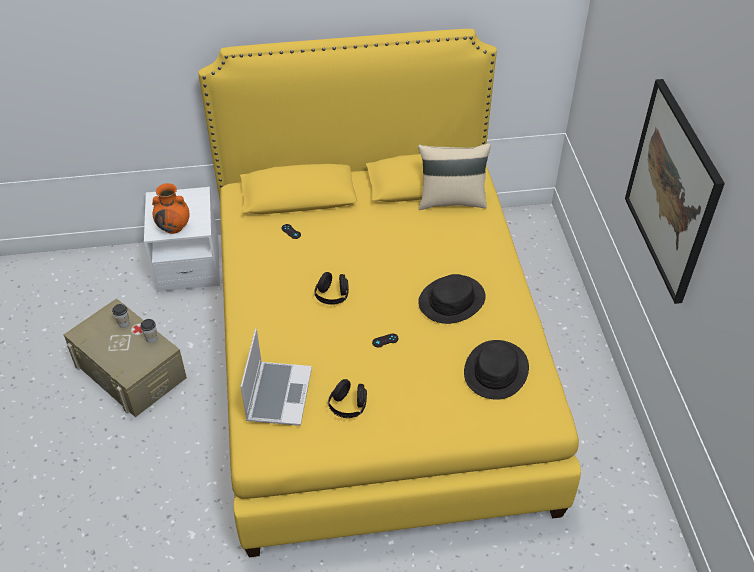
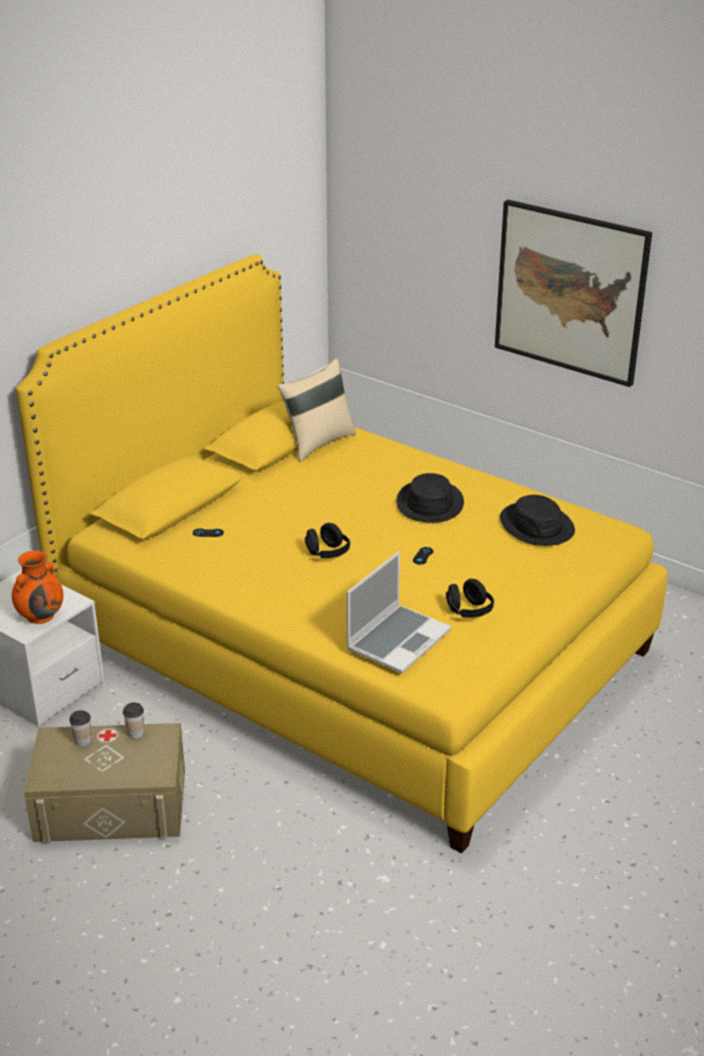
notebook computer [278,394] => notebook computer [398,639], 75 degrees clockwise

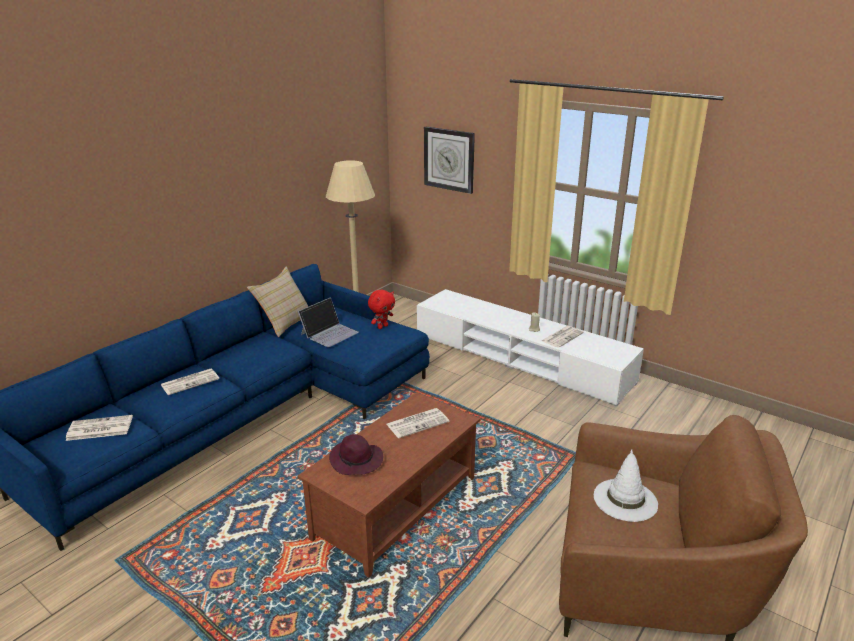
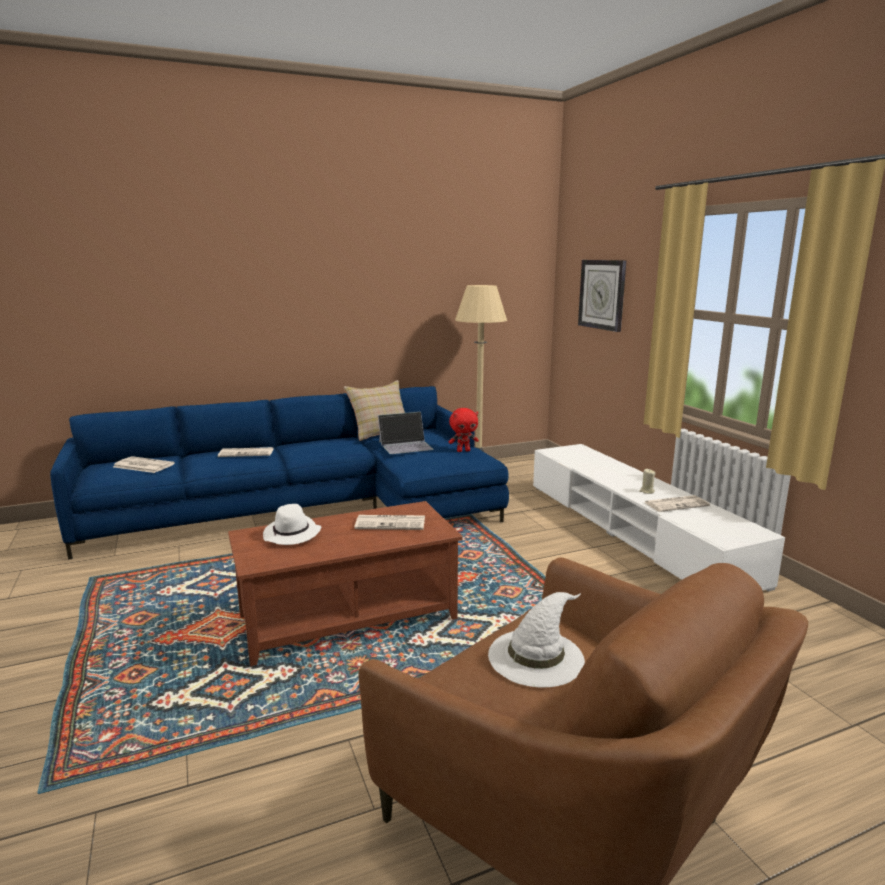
purplish hat [357,460] => white hat [292,535]

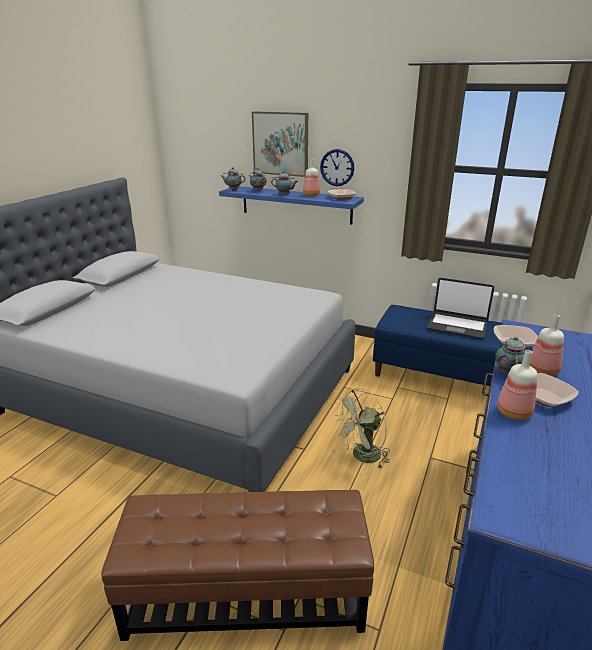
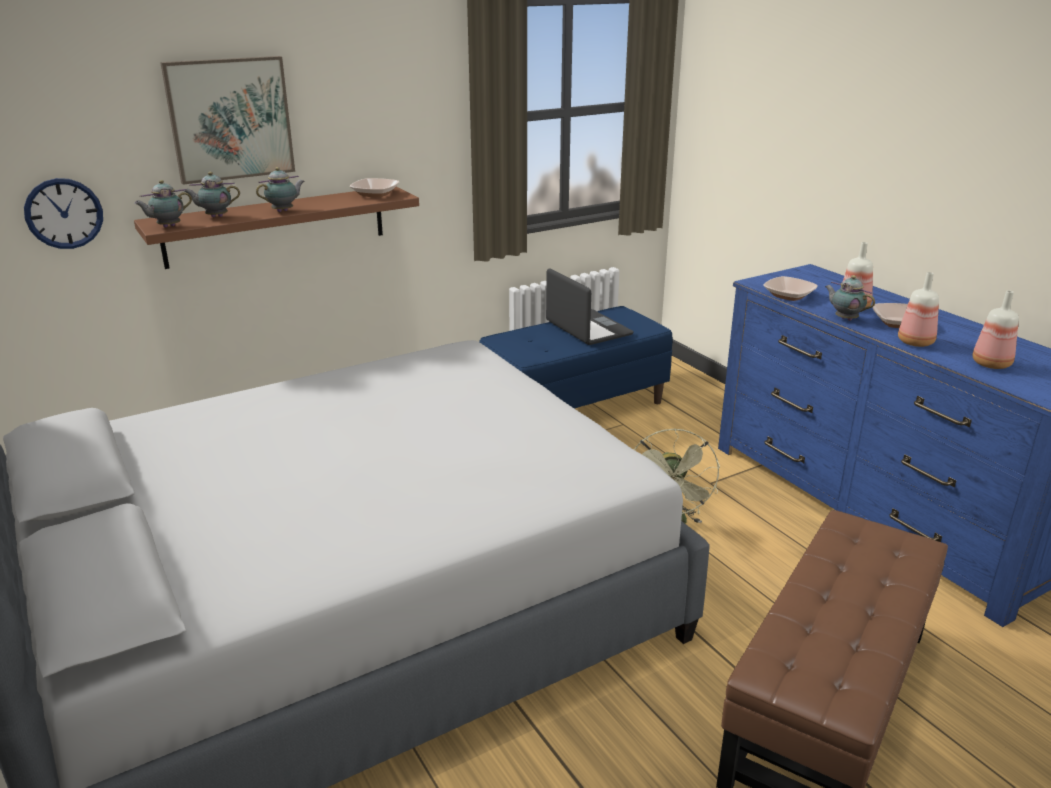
bottle [311,195] => bottle [992,364], shifted
wall clock [337,167] => wall clock [64,213], shifted
bluish wall shelf [296,204] => brown wall shelf [276,226]
notebook computer [457,326] => notebook computer [587,329], 90 degrees counterclockwise

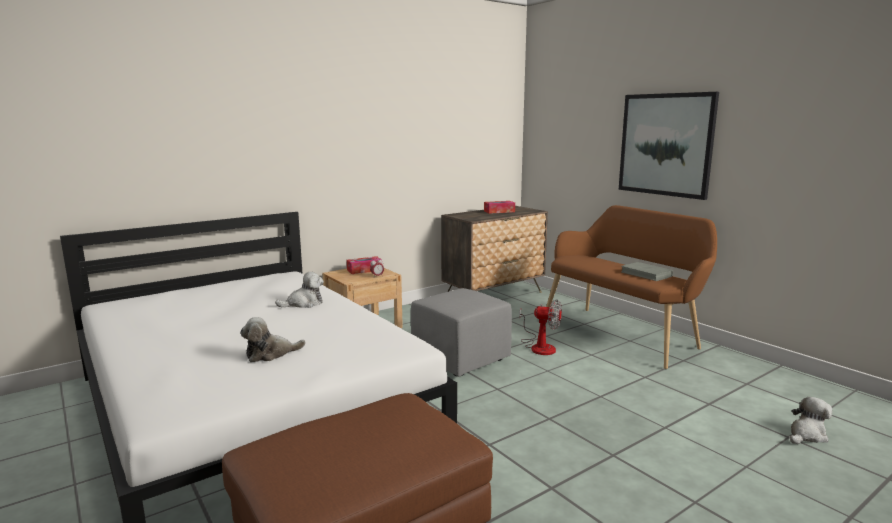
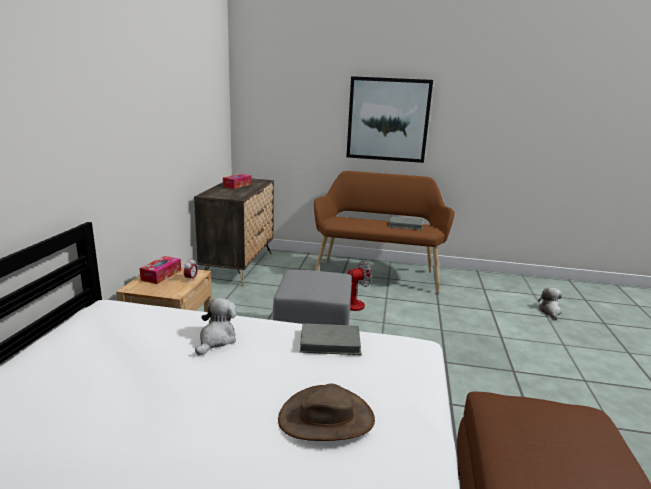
nothing => greyish volume [330,342]
cuddly toy [270,354] => brown hat [326,418]

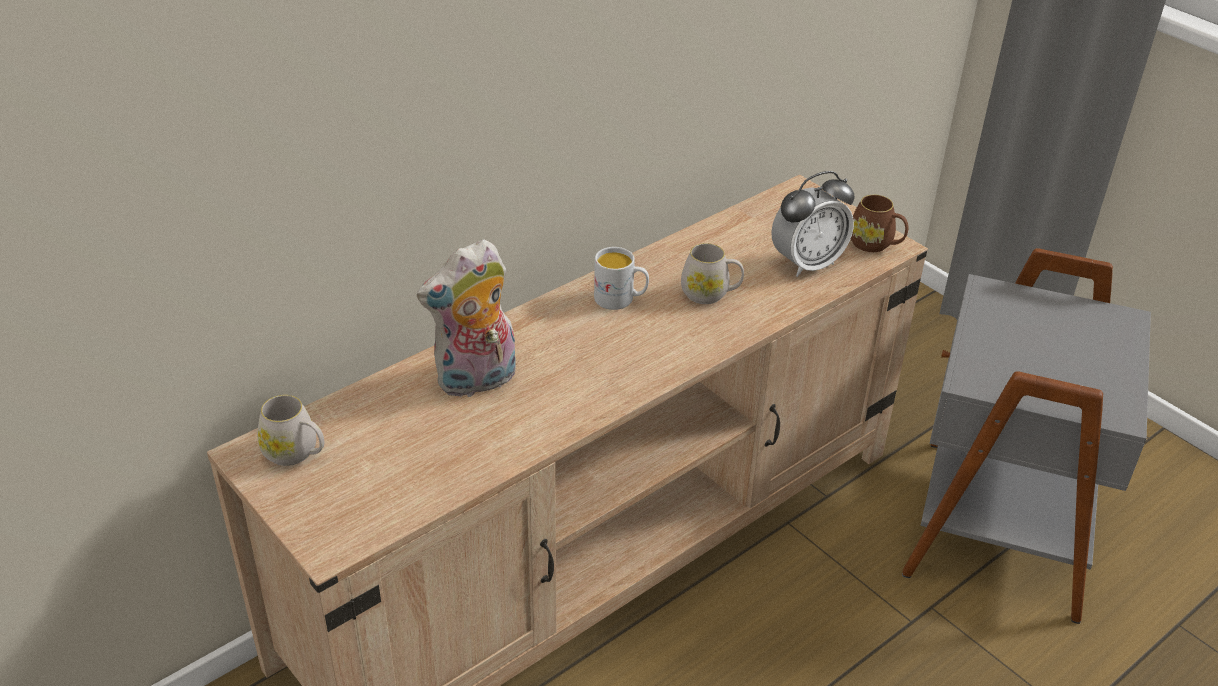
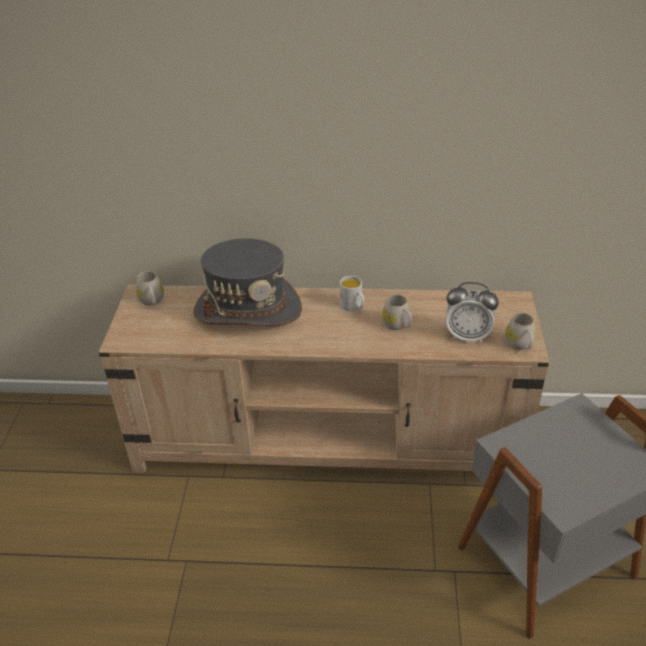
cuddly toy [476,381] => greyish hat [248,309]
brown mug [875,244] => white mug [520,345]

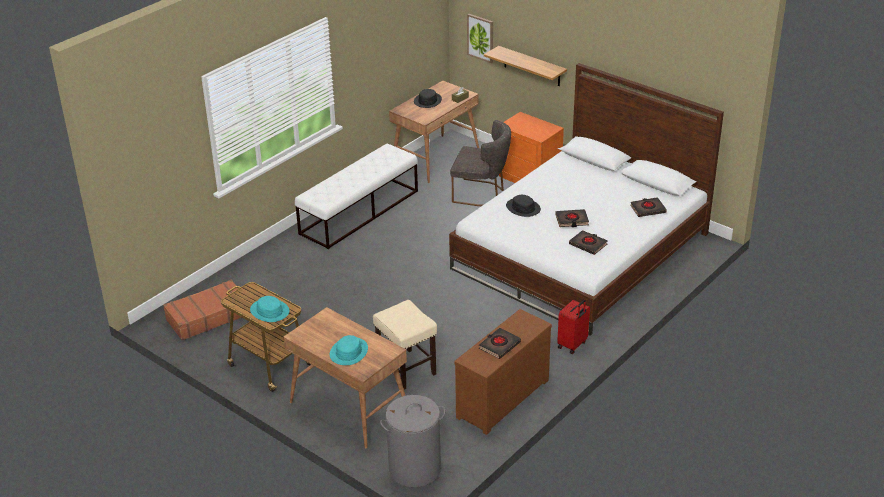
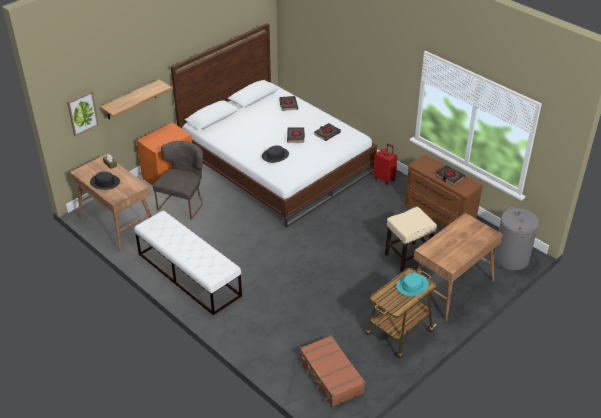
blue-green hat [348,352] => nothing

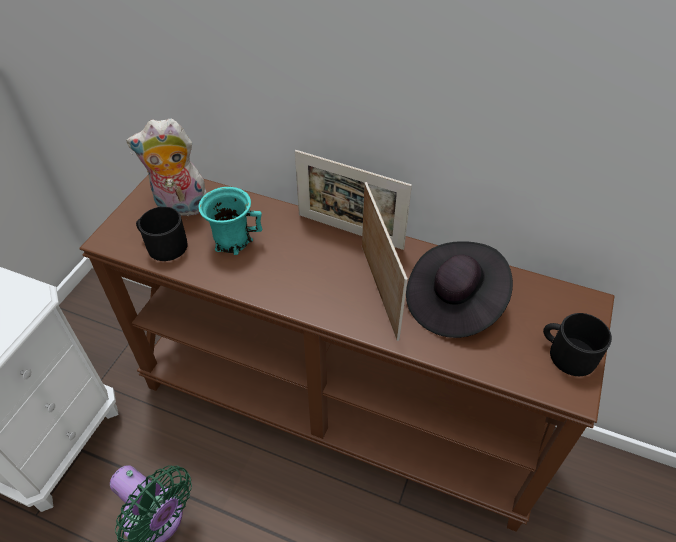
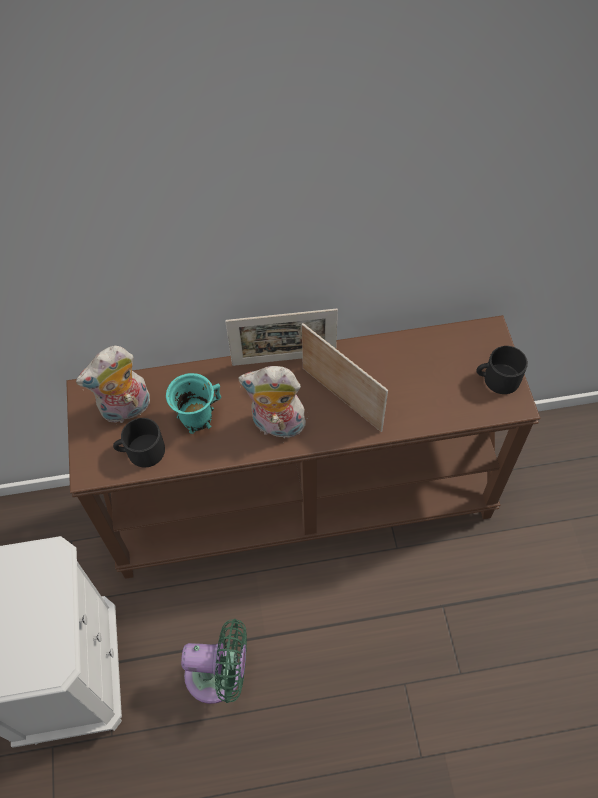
black hat [454,303] => nothing
nothing => cuddly toy [276,426]

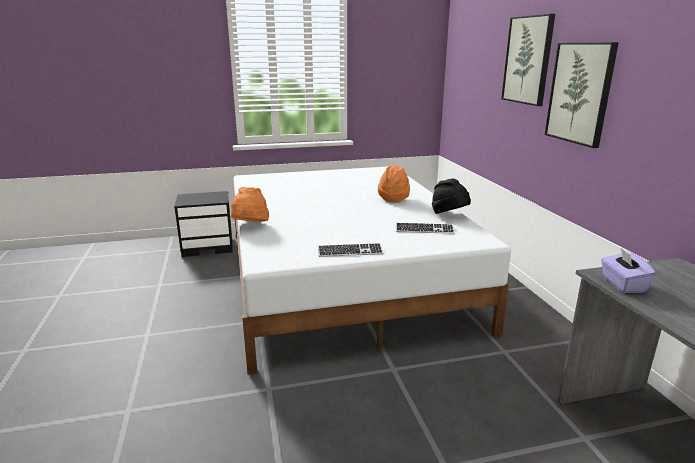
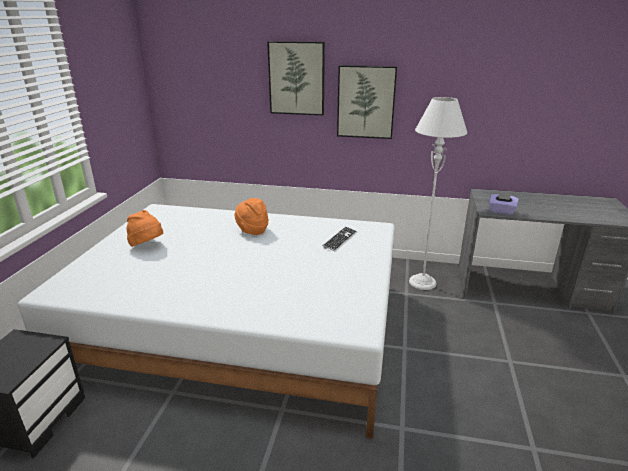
keyboard [350,252] => nothing
black hat [449,215] => nothing
nothing => greyish floor lamp [422,282]
orange hat [250,226] => orange hat [147,245], shifted

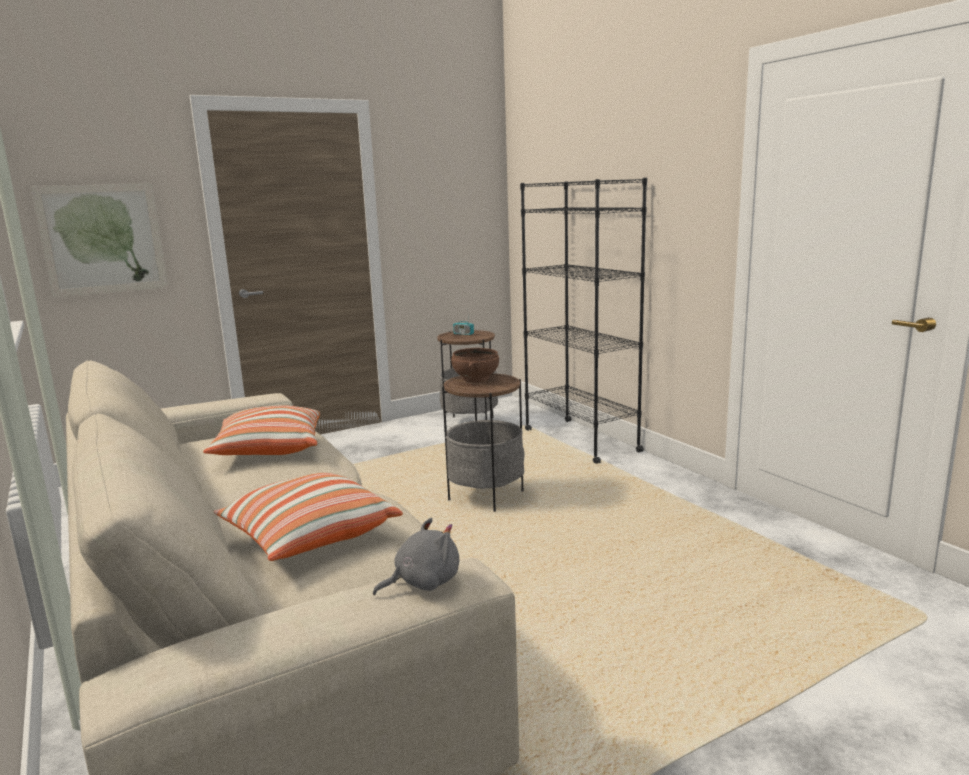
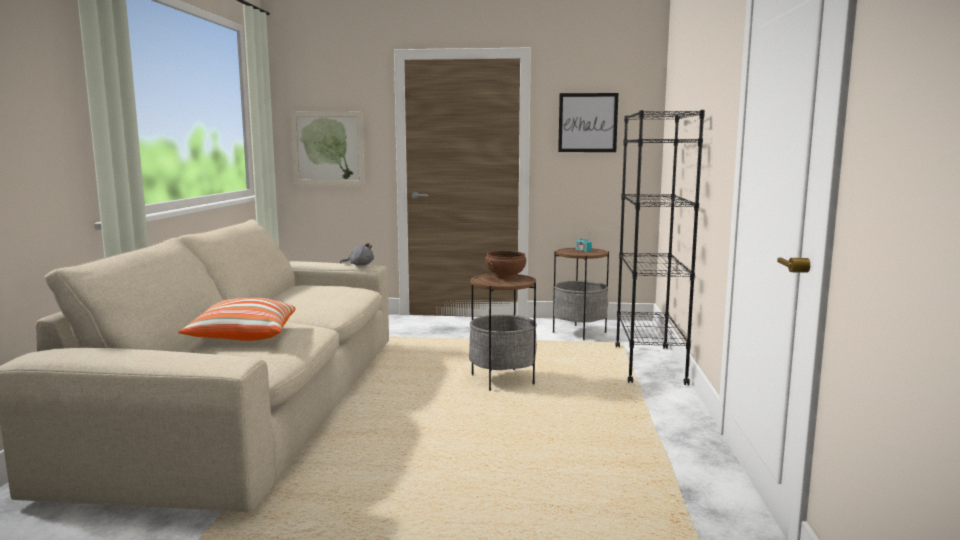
pillow [269,450] => nothing
nothing => wall art [587,122]
greyish cuddly toy [423,582] => greyish cuddly toy [359,265], shifted

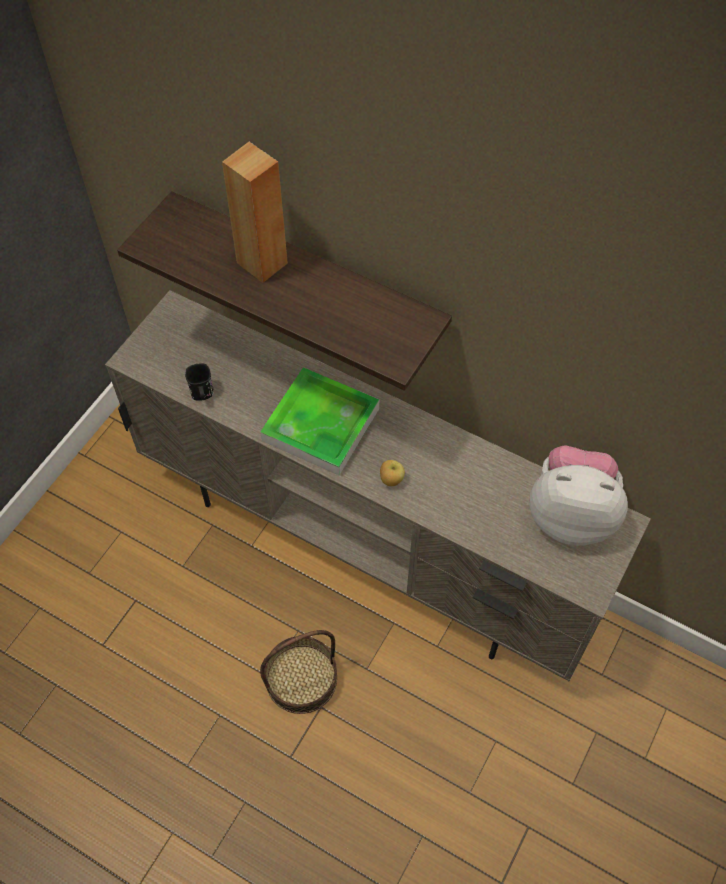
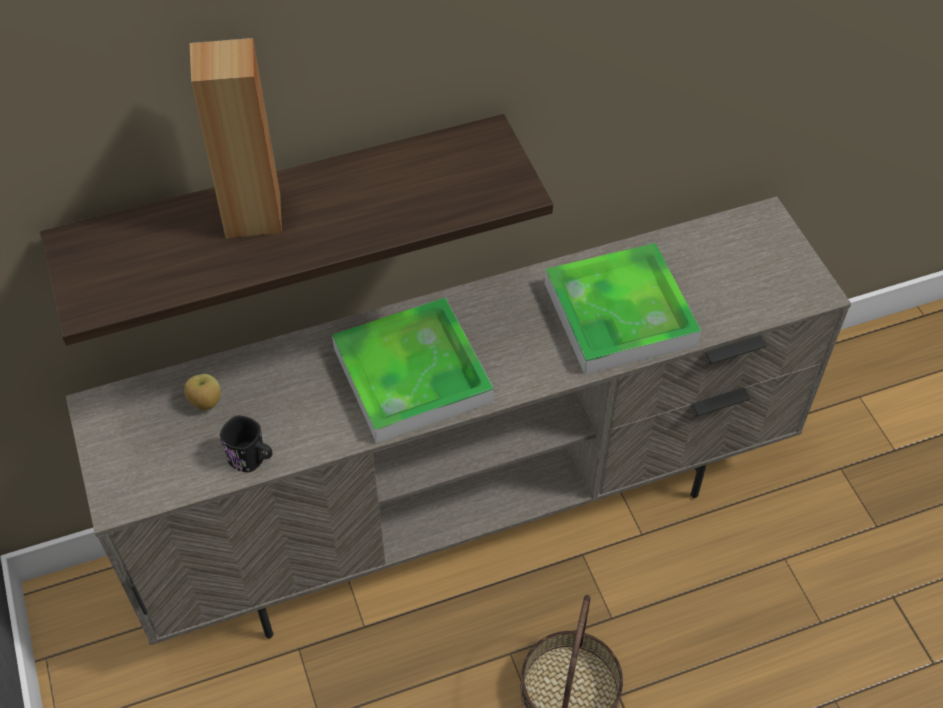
cuddly toy [570,515] => nothing
nothing => tray [619,314]
whole apple [391,480] => whole apple [205,403], shifted

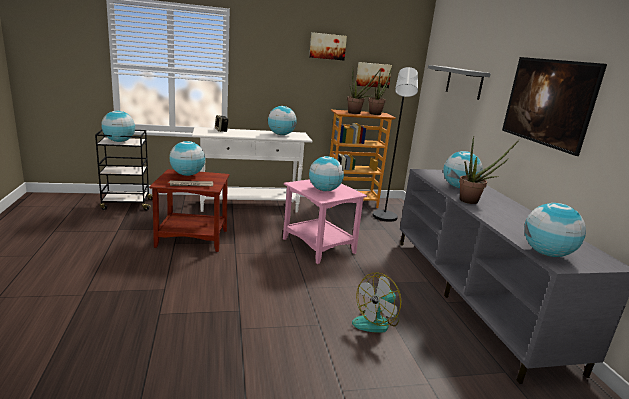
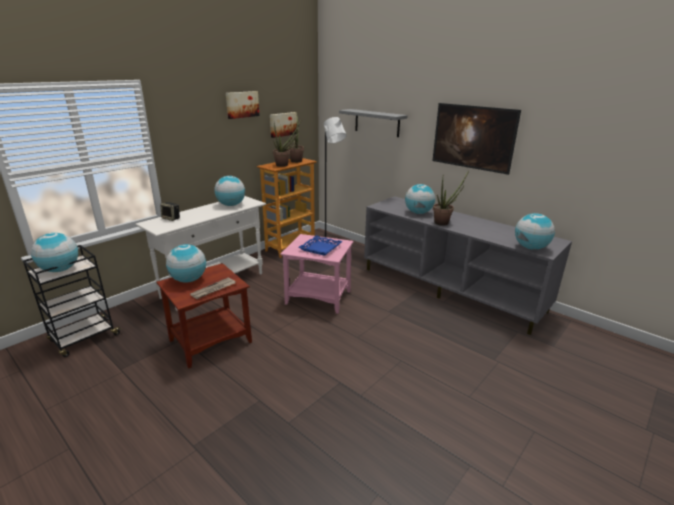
cooling fan [376,321] => nothing
world globe [324,190] => bluish tray [320,248]

